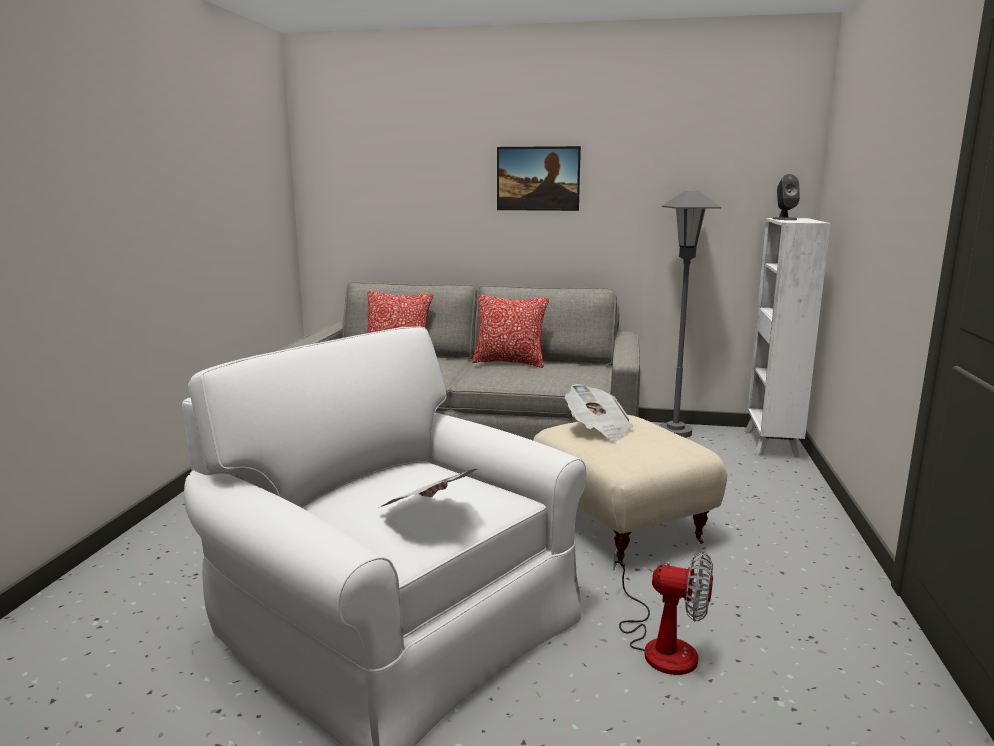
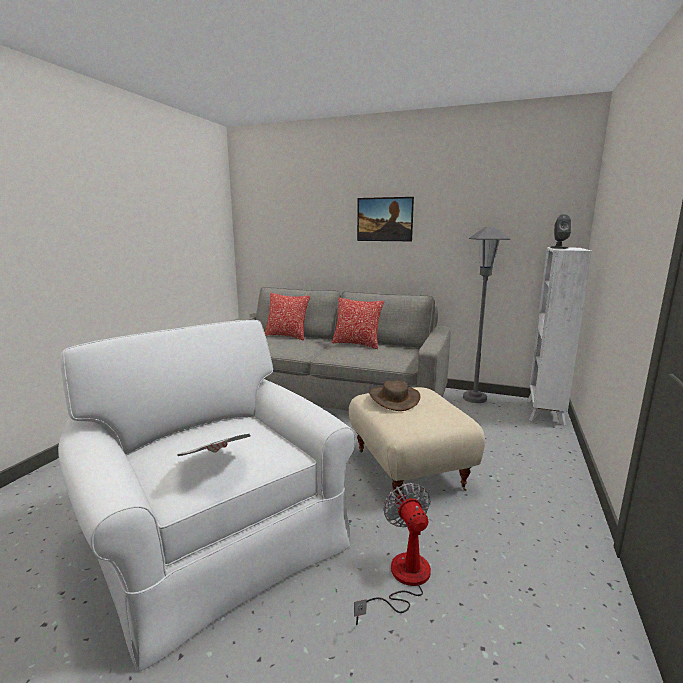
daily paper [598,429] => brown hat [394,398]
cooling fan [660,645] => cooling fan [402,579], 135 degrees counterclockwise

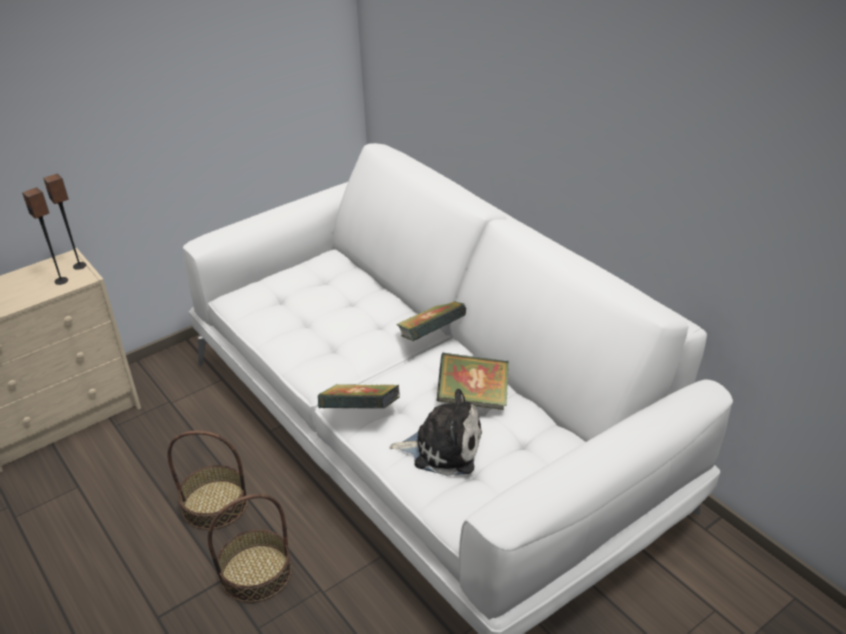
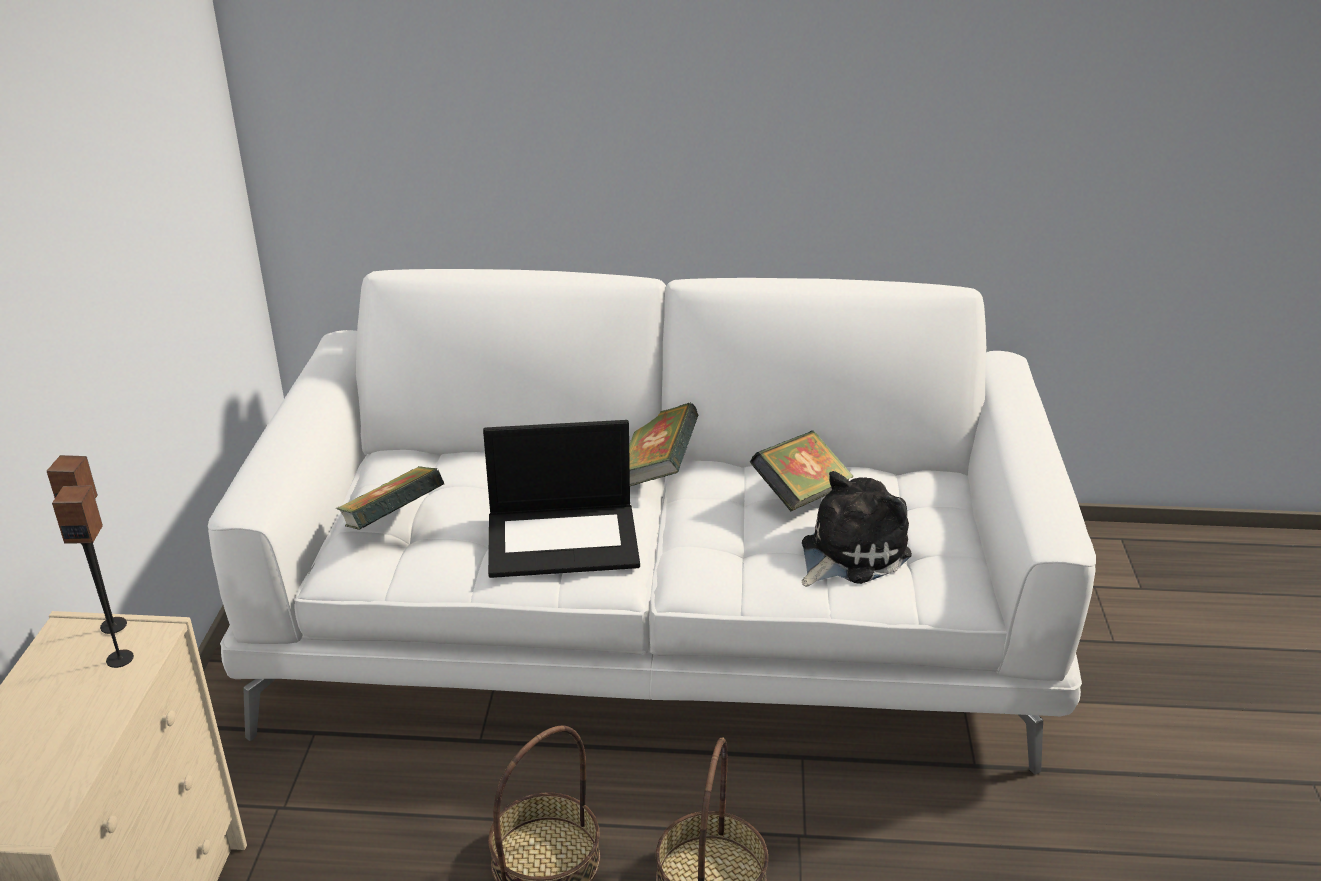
nothing => notebook computer [564,539]
volume [360,413] => volume [393,523], shifted

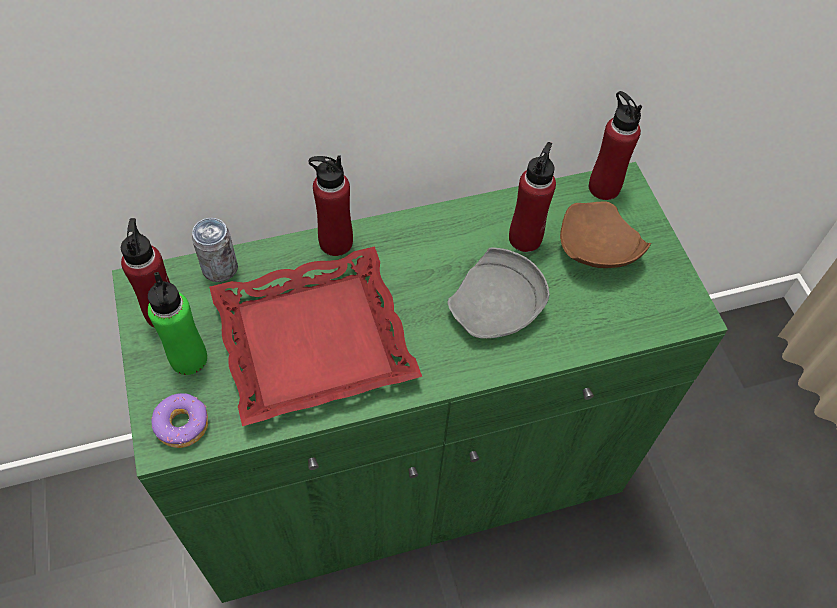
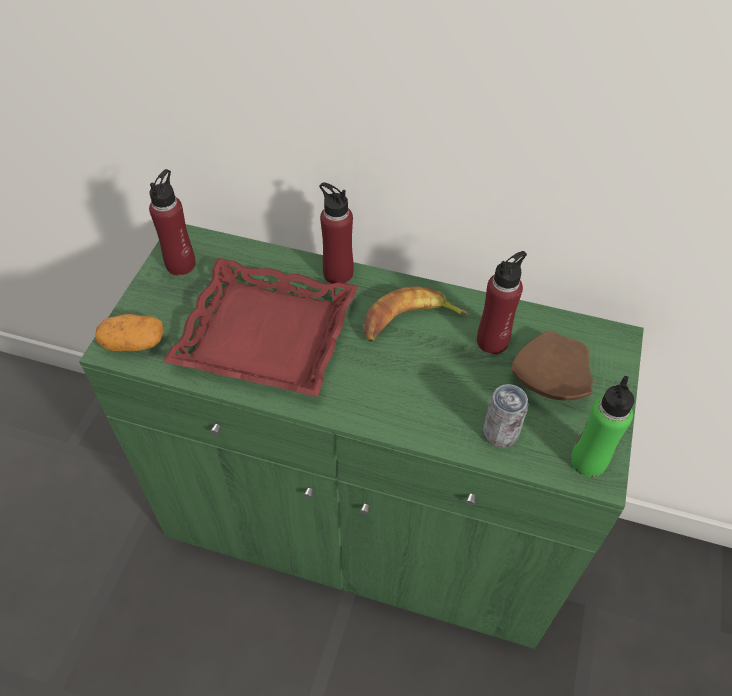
greyish dinner plate [496,308] => nothing
reddish bottle [604,187] => nothing
nothing => banana fruit [410,322]
green bottle [188,359] => green bottle [588,461], shifted
metal can [220,268] => metal can [500,433], shifted
doughnut [183,424] => spud [133,343]

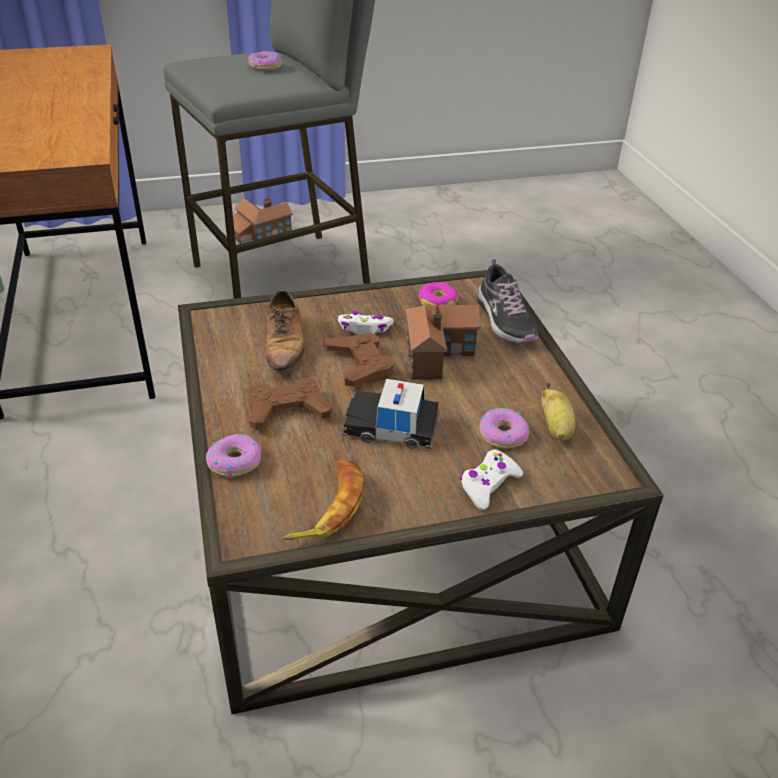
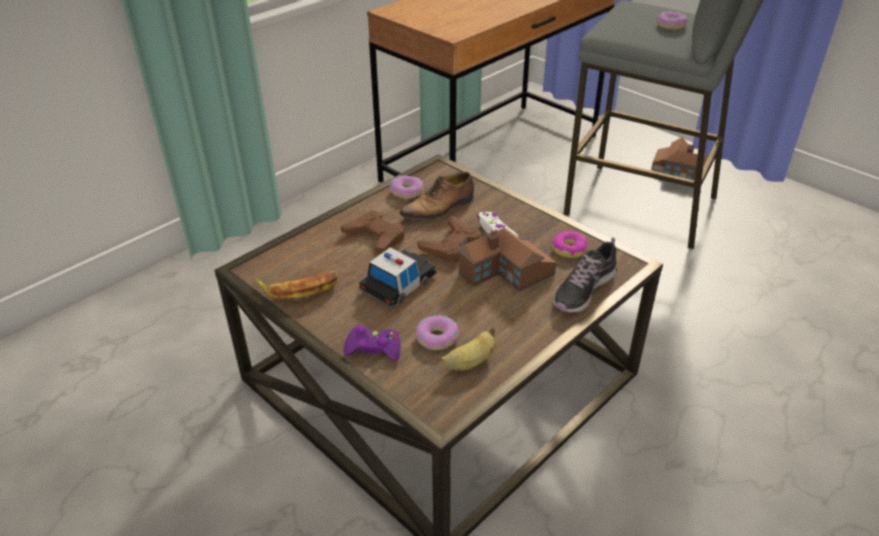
doughnut [234,461] => doughnut [406,191], shifted
white joypad [488,485] => purplish joypad [373,348]
miniature car [391,426] => miniature car [398,283], 60 degrees clockwise

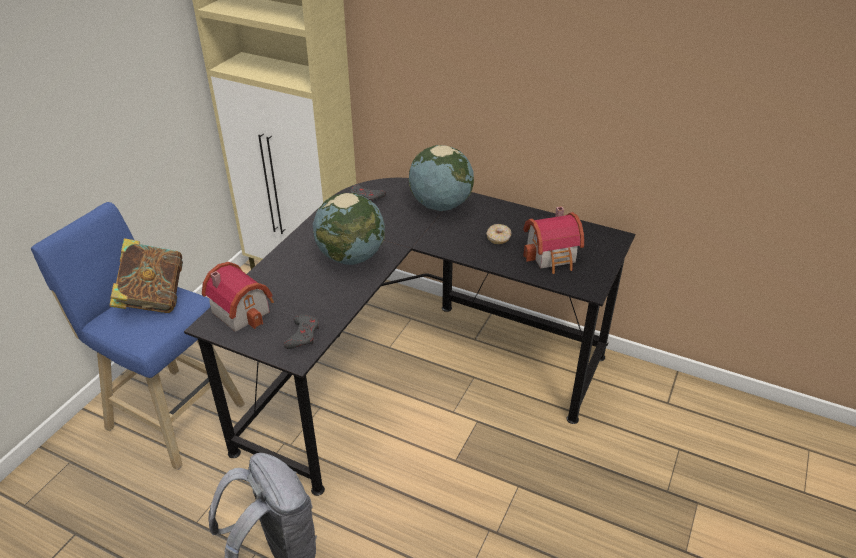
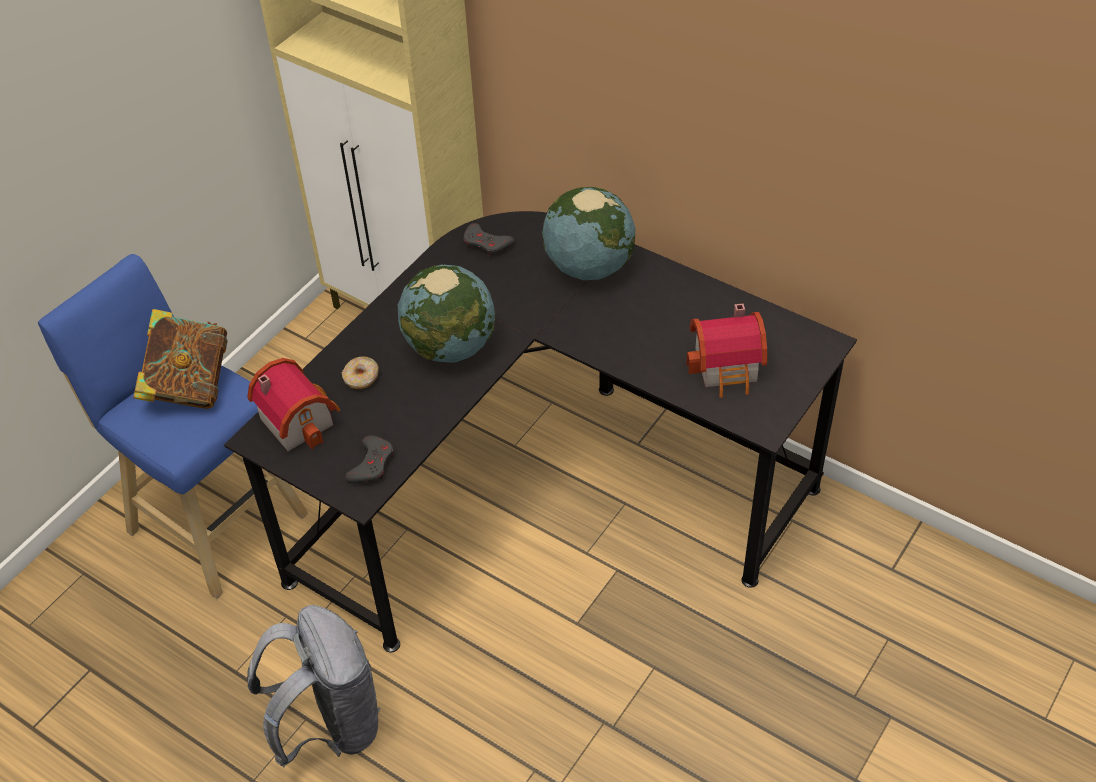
doughnut [498,238] => doughnut [361,378], shifted

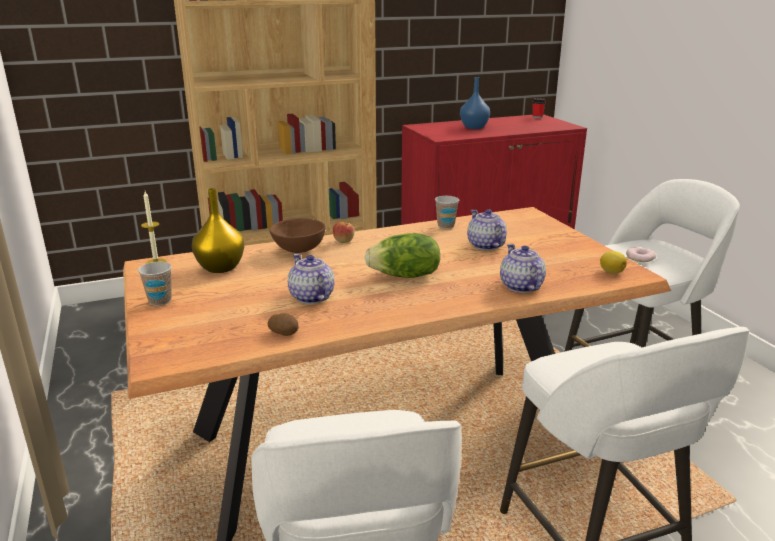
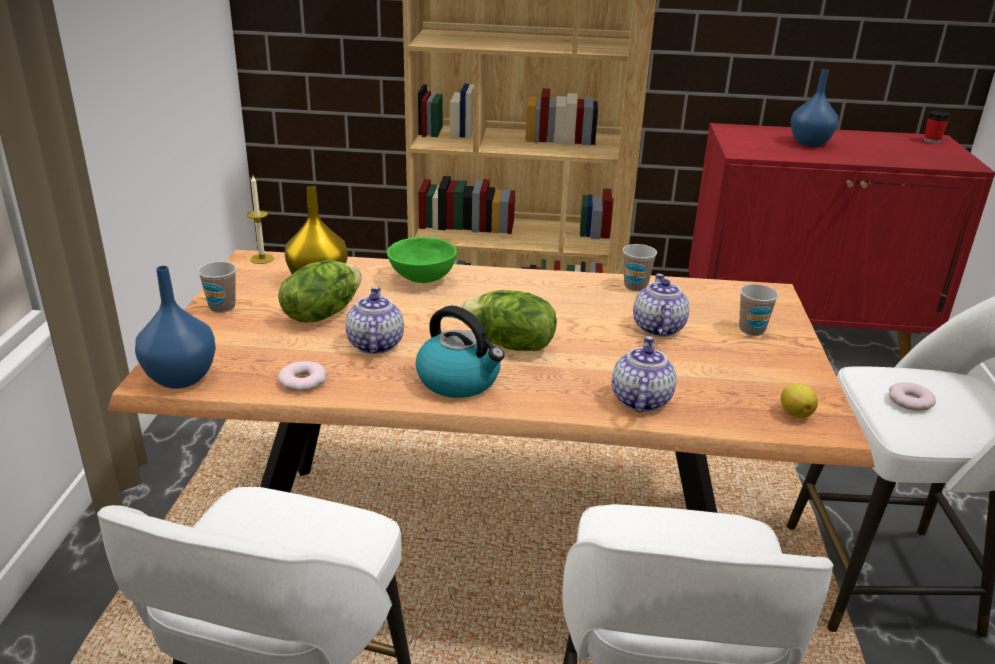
whole apple [343,240] => nothing
nothing => bluish vase [181,378]
nothing => lettuce head [321,313]
nothing => water kettle [460,380]
nothing => drinking cup [751,330]
spud [284,332] => doughnut [303,381]
brown bowl [298,250] => green bowl [421,279]

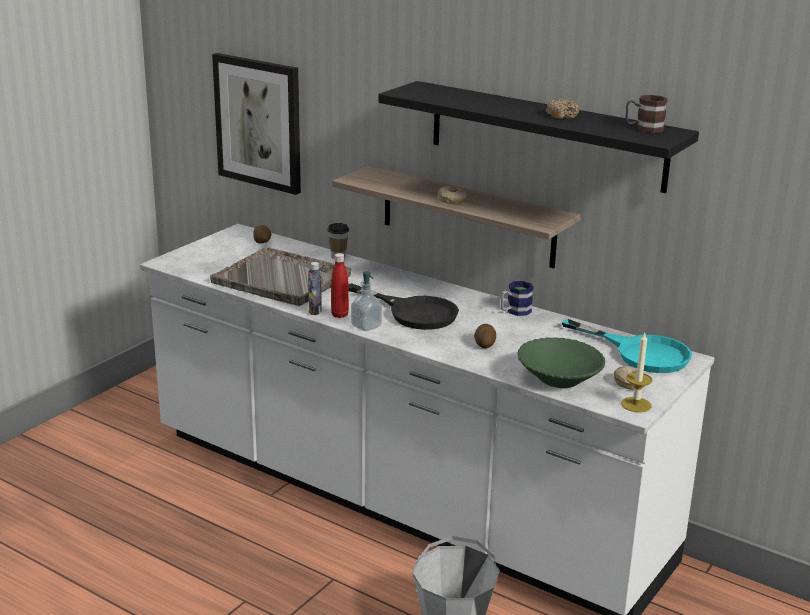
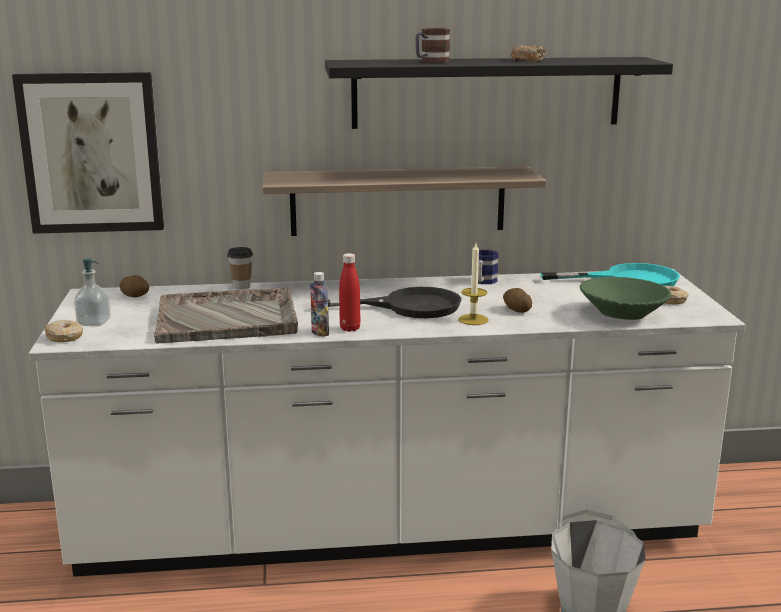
soap bottle [366,326] => soap bottle [94,322], shifted
doughnut [452,200] => doughnut [65,337], shifted
wax candle [636,404] => wax candle [473,319], shifted
mug [643,129] => mug [430,61], shifted

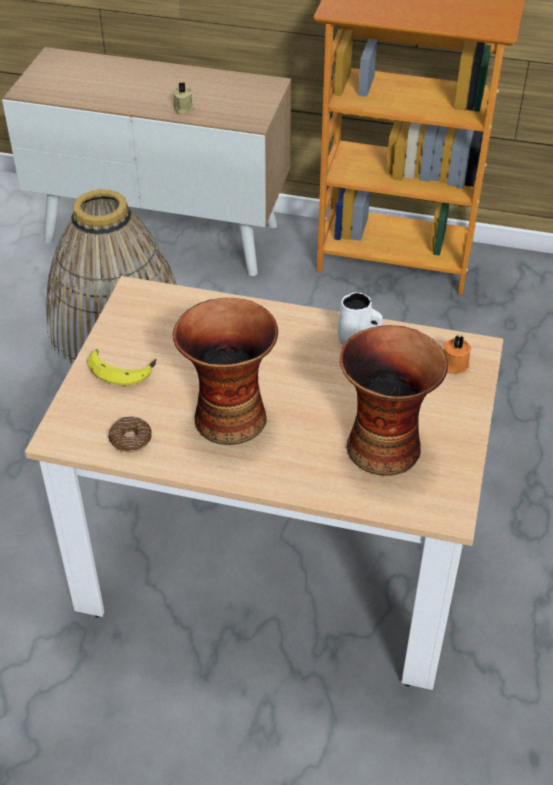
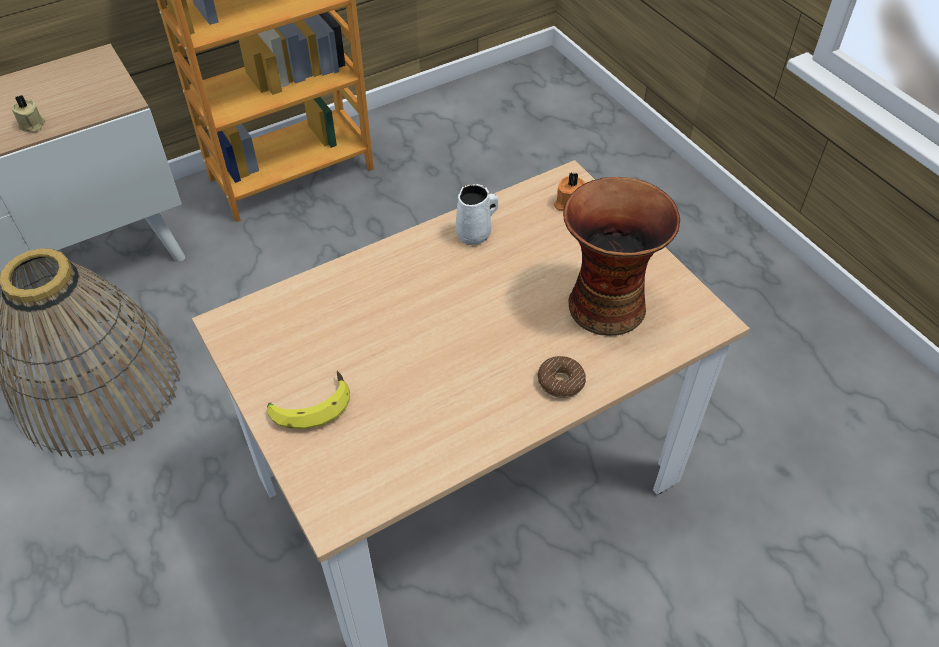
vase [228,417] => nothing
doughnut [130,439] => doughnut [560,382], shifted

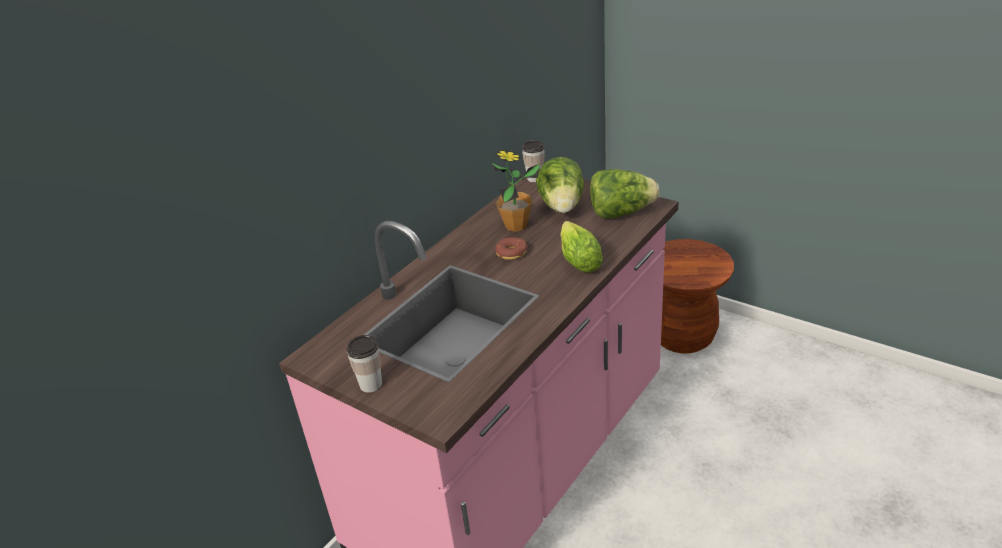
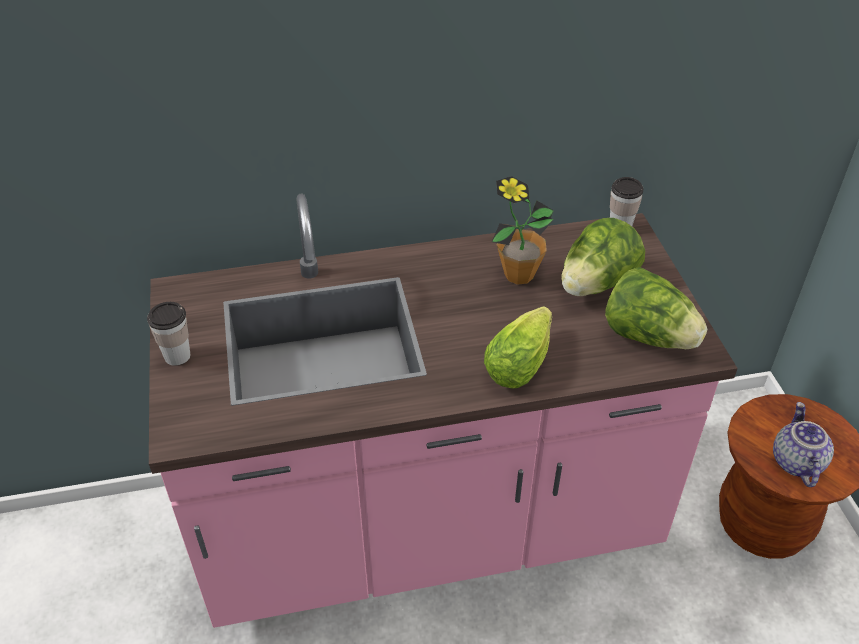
doughnut [511,253] => nothing
nothing => pot for tea [795,461]

